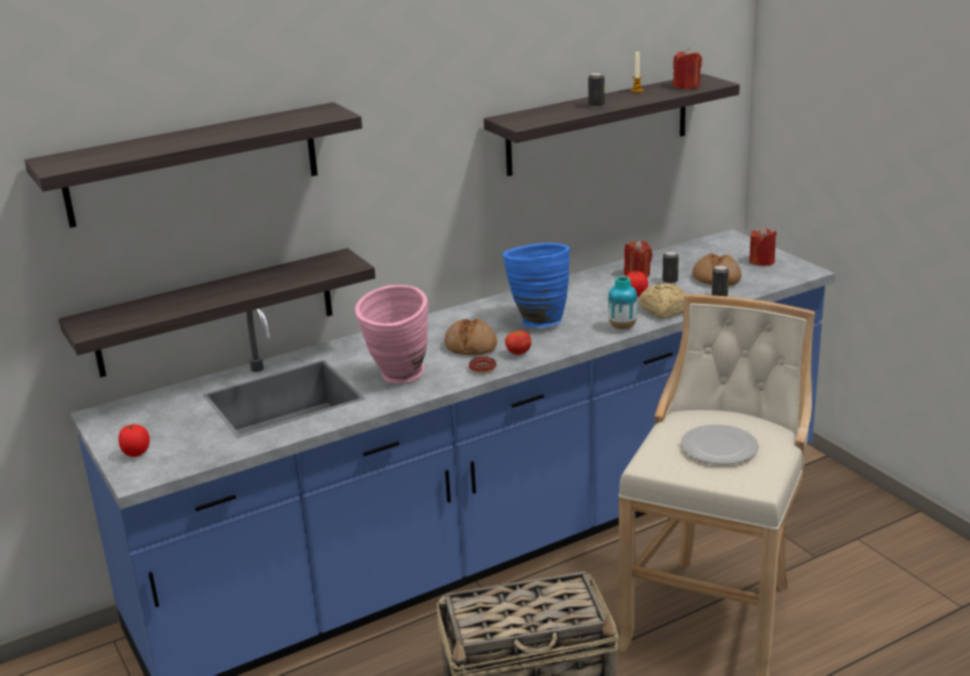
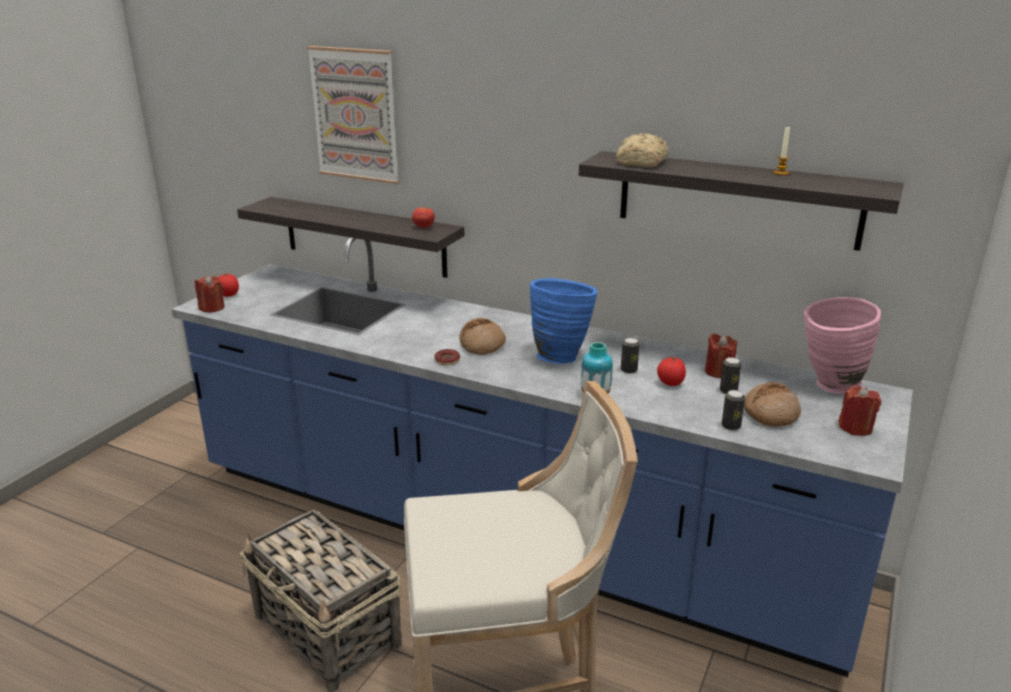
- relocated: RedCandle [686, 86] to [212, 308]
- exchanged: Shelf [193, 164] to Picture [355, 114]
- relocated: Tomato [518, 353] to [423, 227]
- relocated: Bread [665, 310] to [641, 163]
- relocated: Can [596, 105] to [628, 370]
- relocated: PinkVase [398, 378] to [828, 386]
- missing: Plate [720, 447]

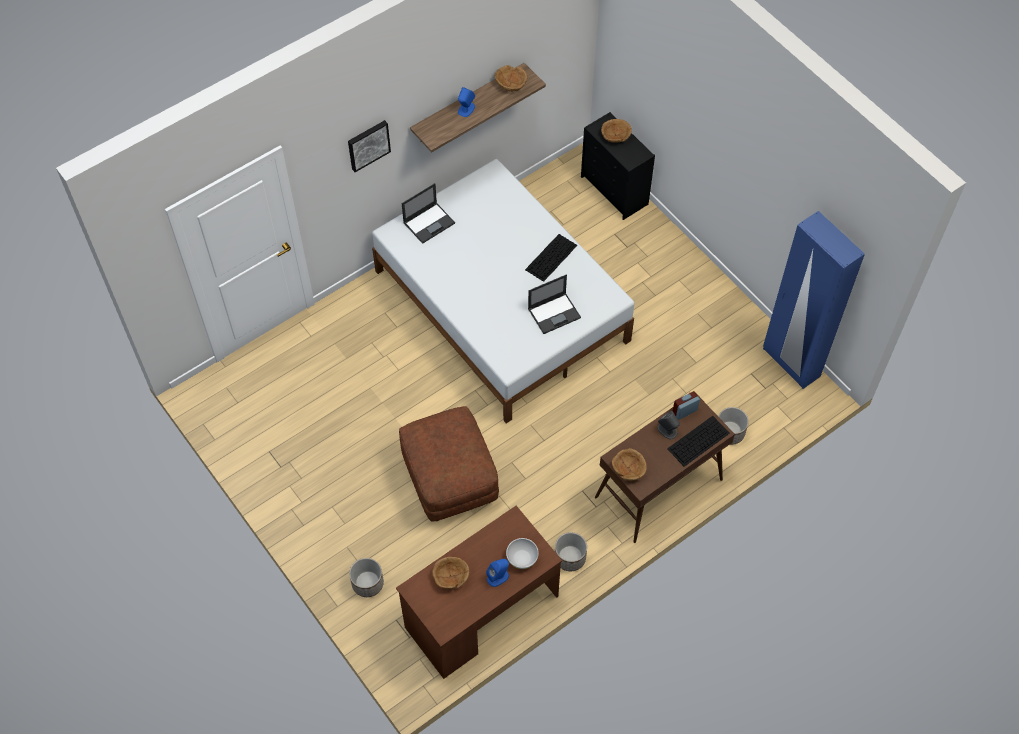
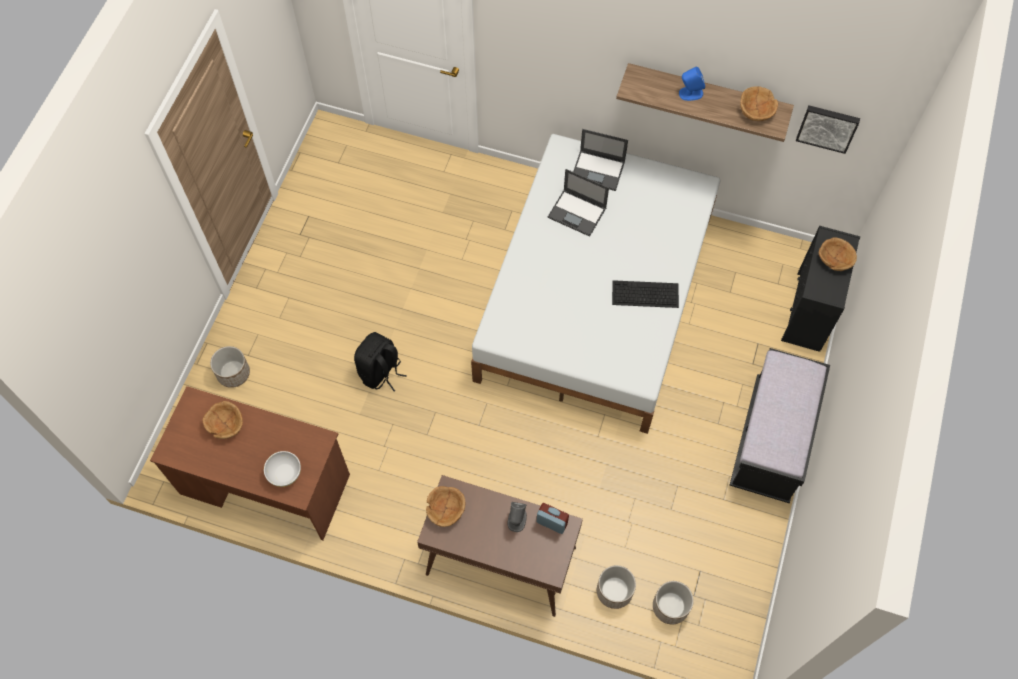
- exchanged: BrownOttoman [450, 479] to BlackBackpack [381, 372]
- relocated: Laptop [554, 313] to [577, 213]
- relocated: Planter [570, 558] to [670, 606]
- appeared: BlackBench [771, 440]
- relocated: Picture [368, 144] to [827, 127]
- missing: BlueSpeaker [498, 577]
- missing: Keyboard [698, 441]
- missing: BlueWardrobe [790, 363]

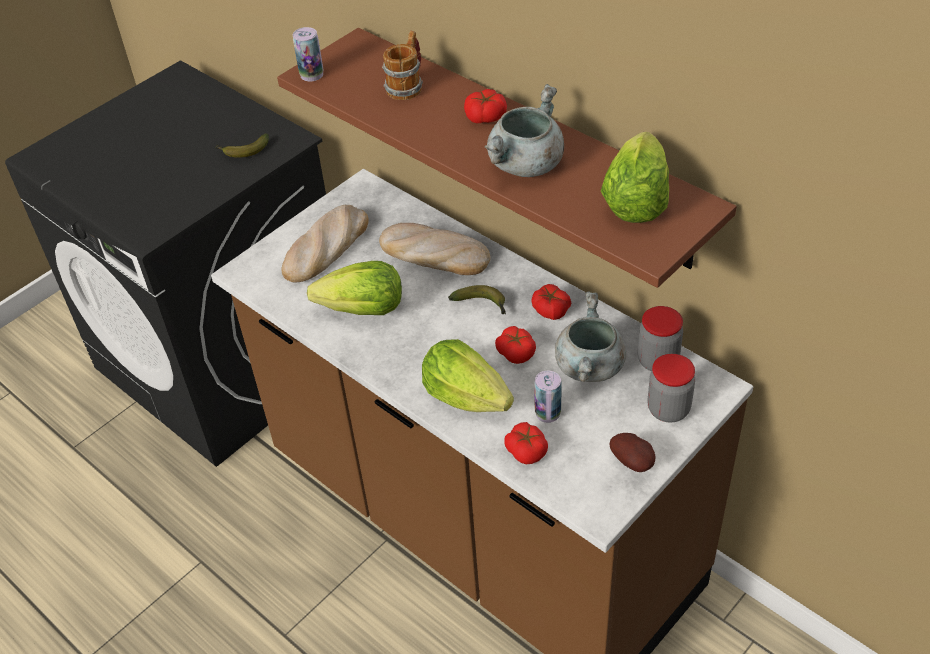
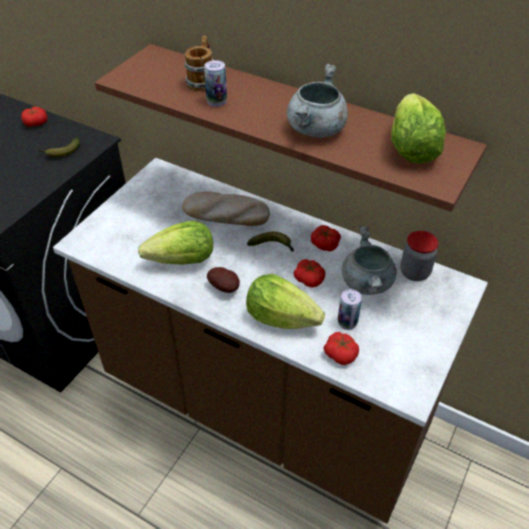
- relocated: Tomato [486, 117] to [36, 123]
- relocated: Can [311, 74] to [217, 101]
- relocated: Potato [633, 462] to [225, 287]
- missing: Bread [326, 248]
- missing: Jar [668, 409]

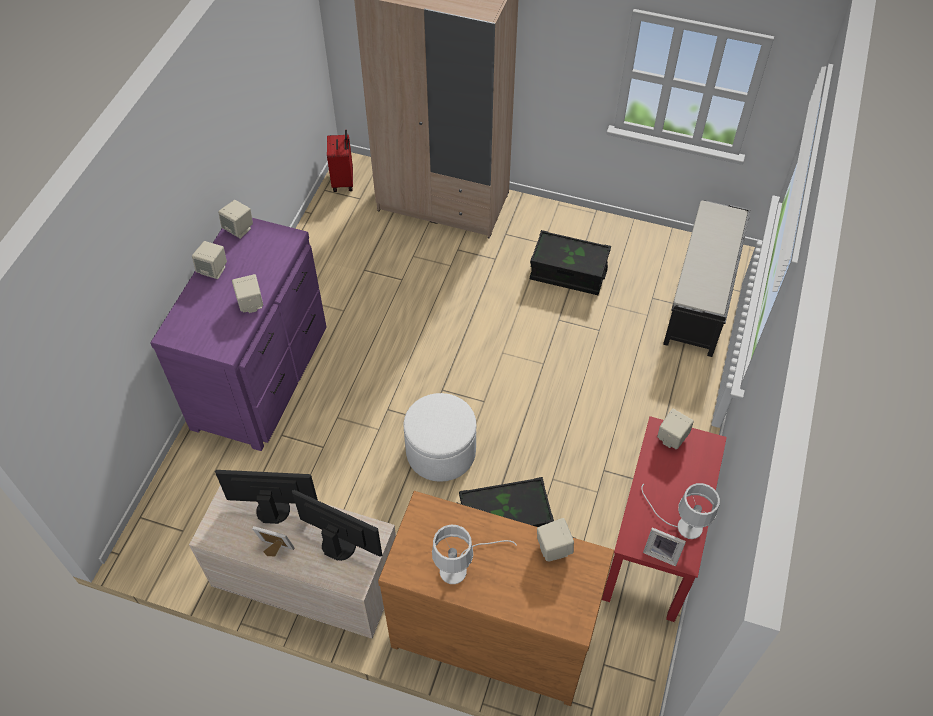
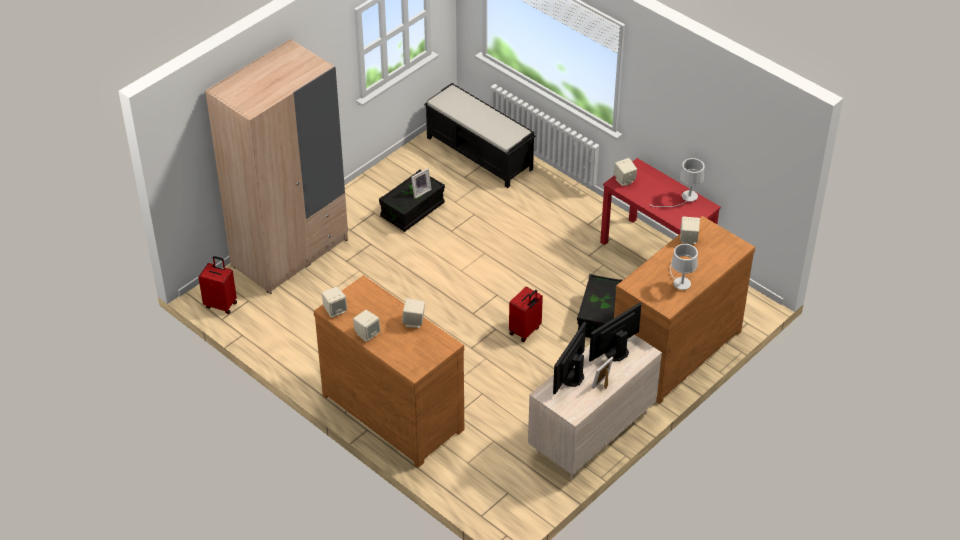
- colour: PurpleDresser [263, 376] to BrownDresser [394, 410]
- relocated: PictureFrame [661, 553] to [420, 191]
- exchanged: WhiteOttoman [441, 452] to RedSuitcase [525, 331]

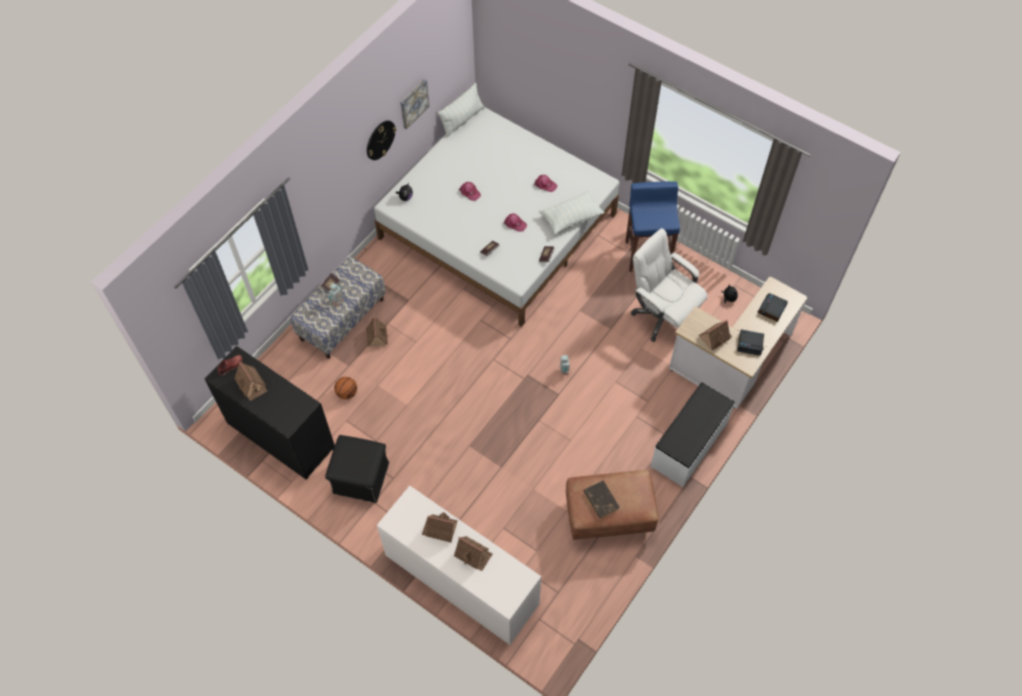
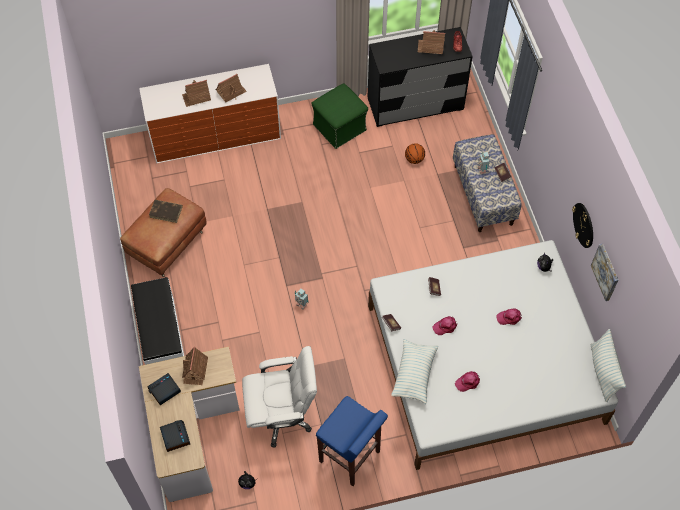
- colour: BlackOttoman [360, 478] to GreenOttoman [340, 127]
- missing: ToyHouse [377, 336]

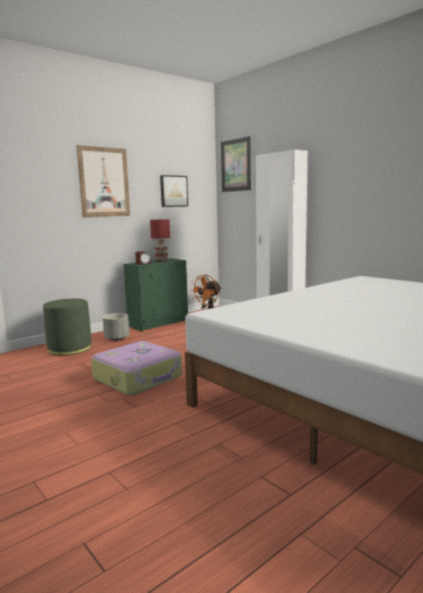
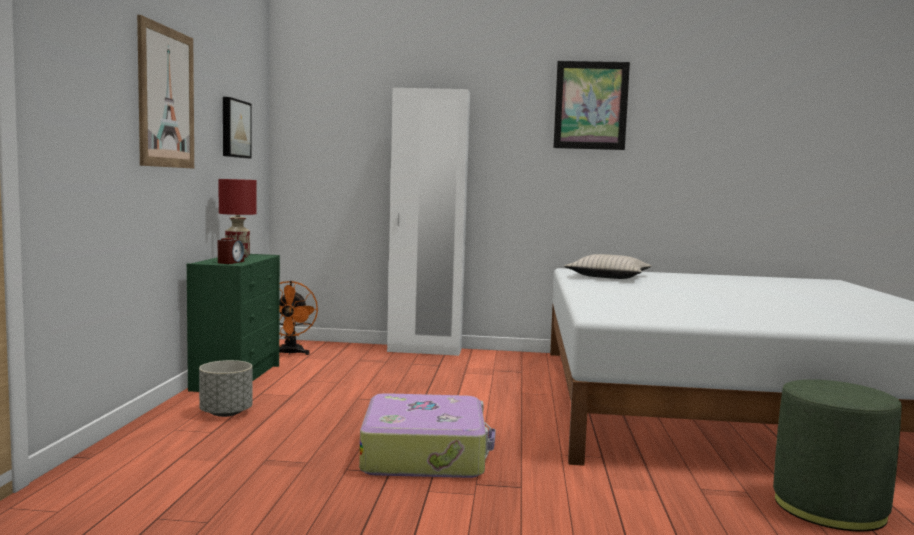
- relocated: Picture [236, 165] to [591, 105]
- appeared: BeigePillow [608, 277]
- relocated: GreenOttoman [70, 348] to [829, 507]

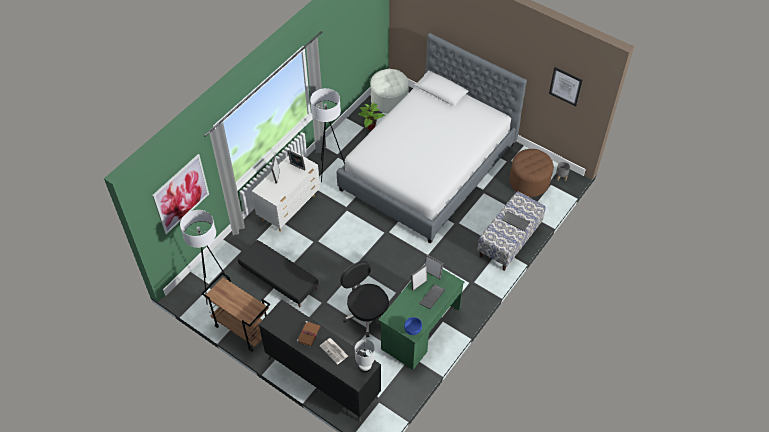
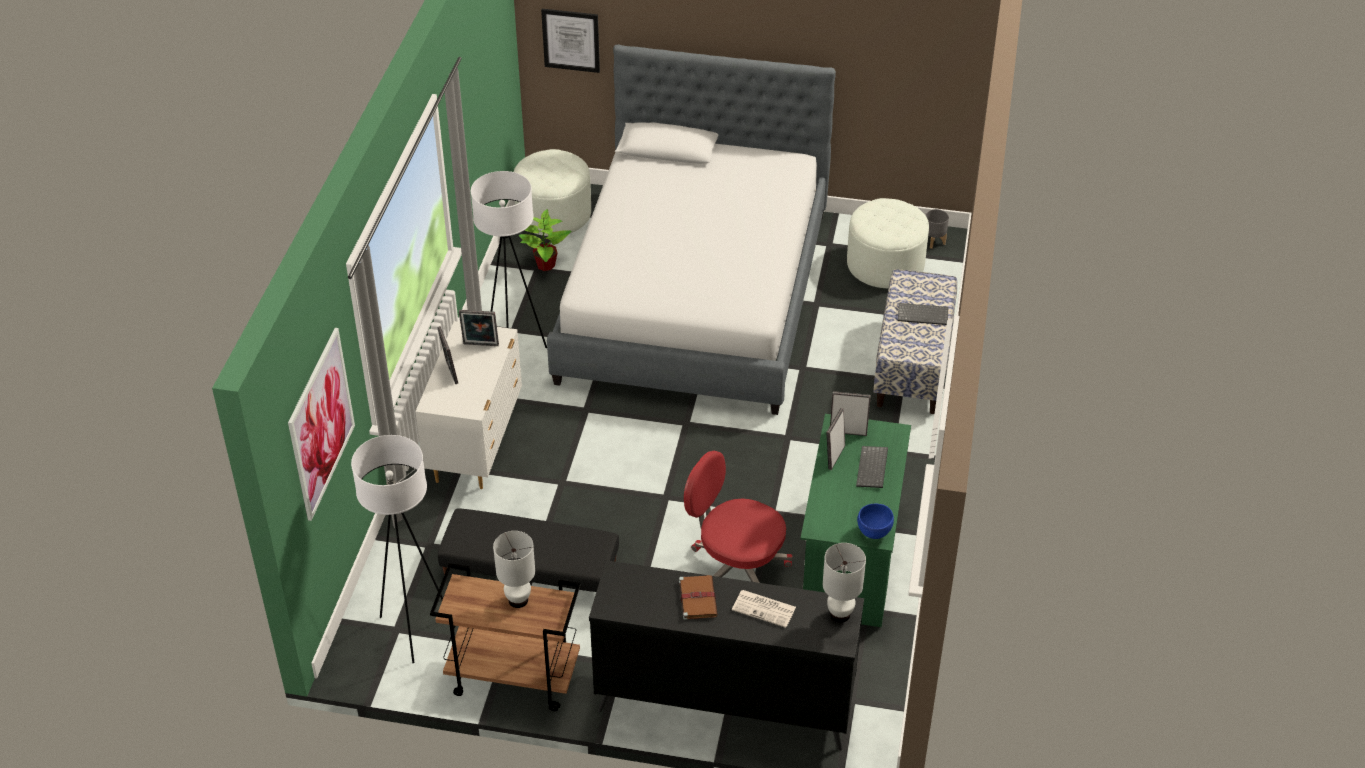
- appeared: WhiteTableLamp [518, 600]
- relocated: Picture [565, 86] to [571, 40]
- colour: BlackOfficeChair [366, 314] to RedOfficeChair [736, 567]
- colour: BrownOttoman [529, 181] to WhiteOttoman [885, 265]

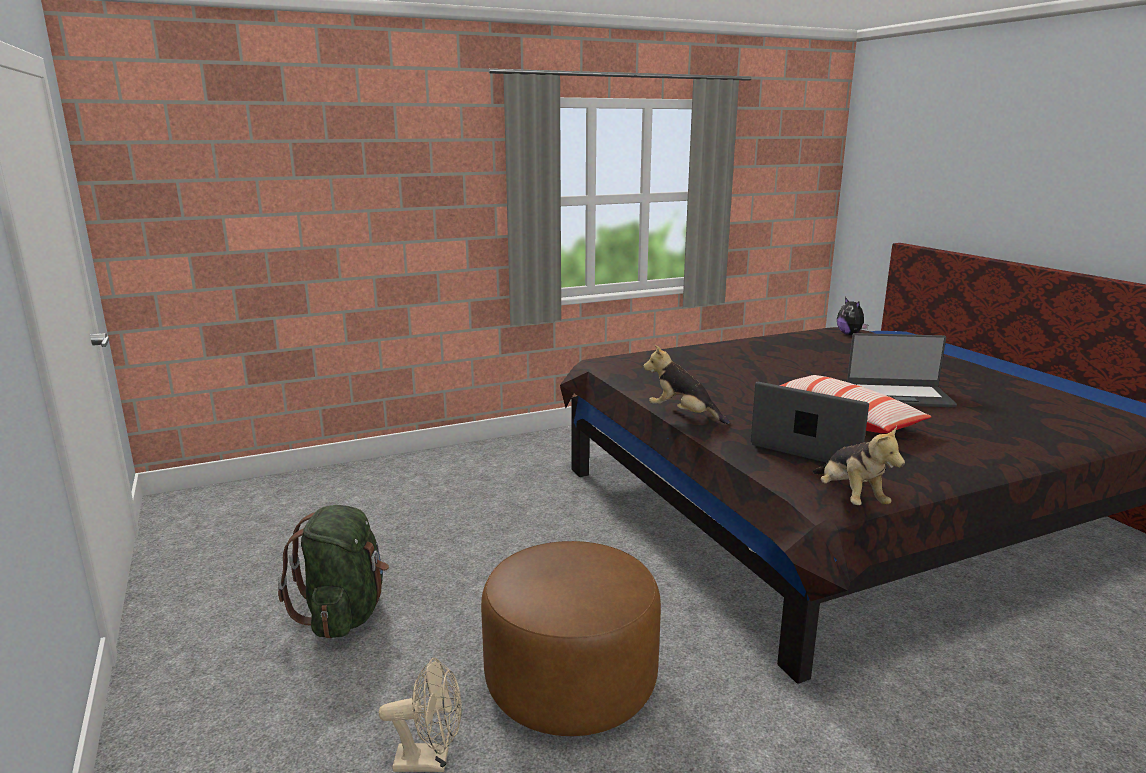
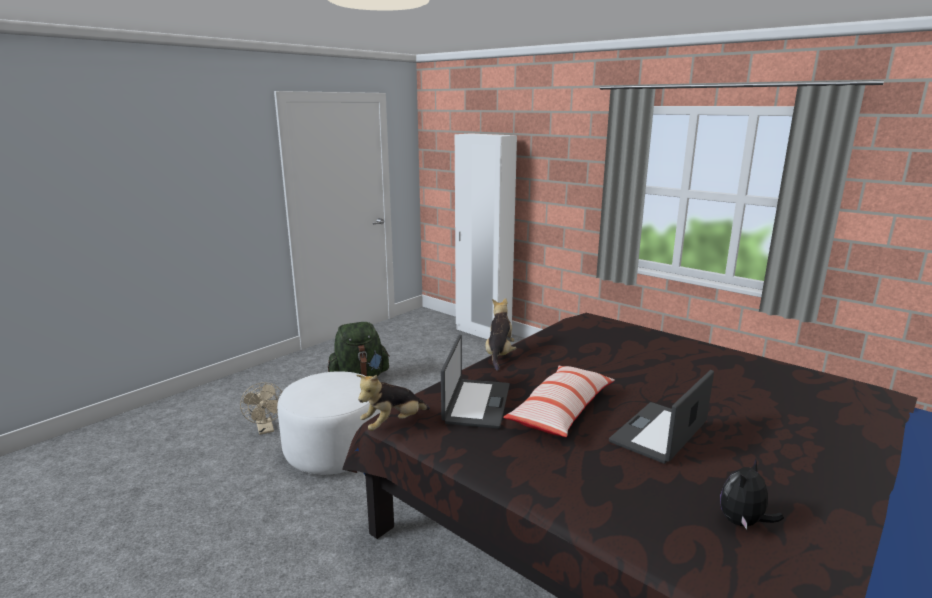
- colour: BrownOttoman [571, 683] to WhiteOttoman [334, 451]
- appeared: WhiteWardrobe [483, 333]
- spun: Laptop [898, 396] = [660, 433] 60 degrees clockwise
- relocated: PlushToy [850, 334] to [743, 522]

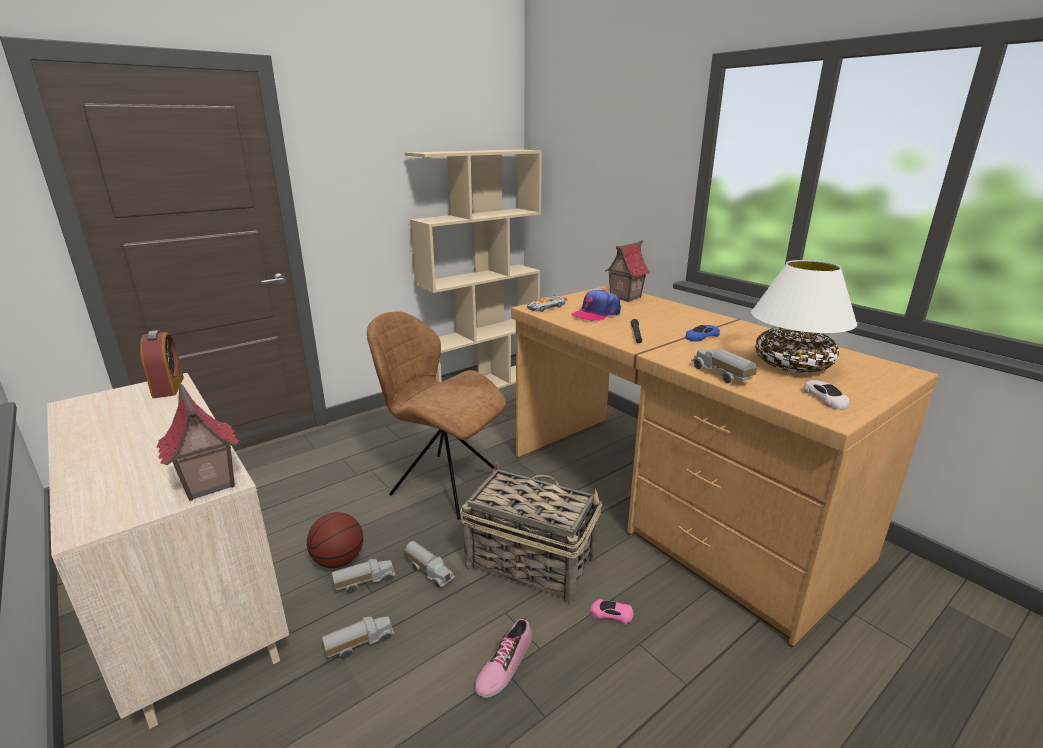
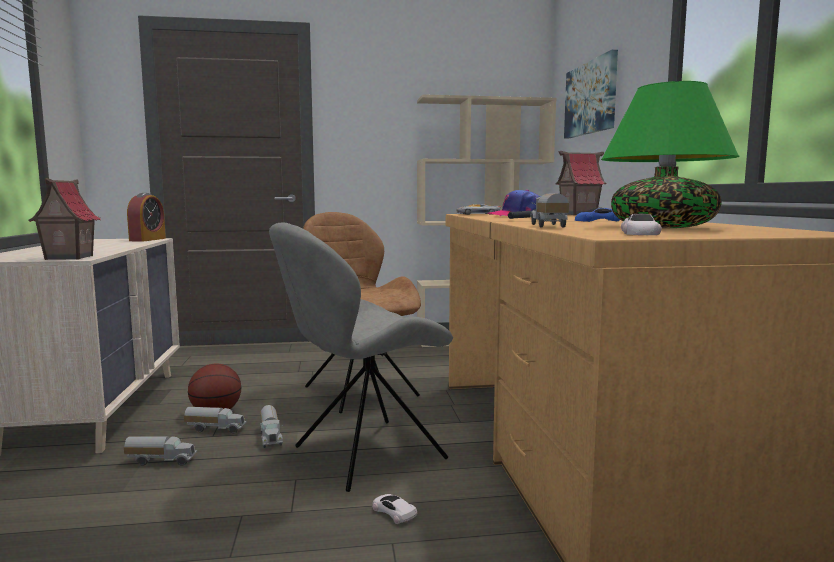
- exchanged: Basket [529, 562] to GreyChair [364, 454]
- colour: PinkToyCar [611, 614] to WhiteToyCar [393, 512]
- appeared: Picture [591, 98]
- colour: WhiteTableLamp [792, 365] to GreenTableLamp [662, 227]
- missing: Shoe [504, 664]

